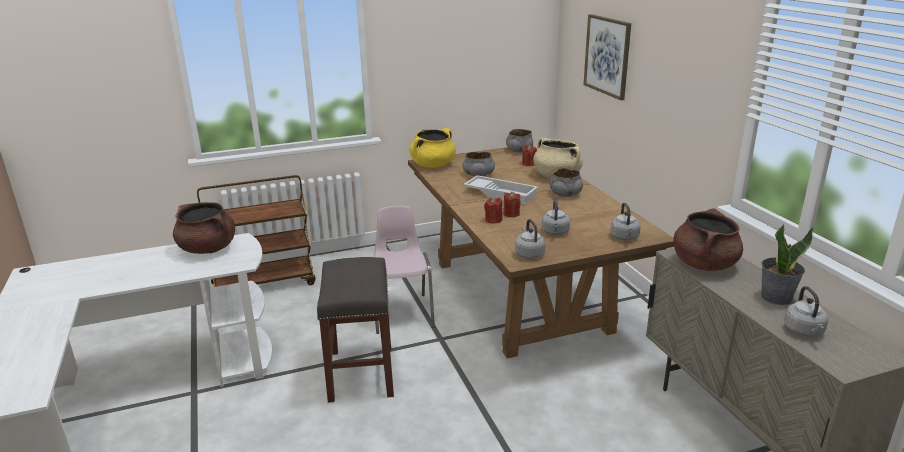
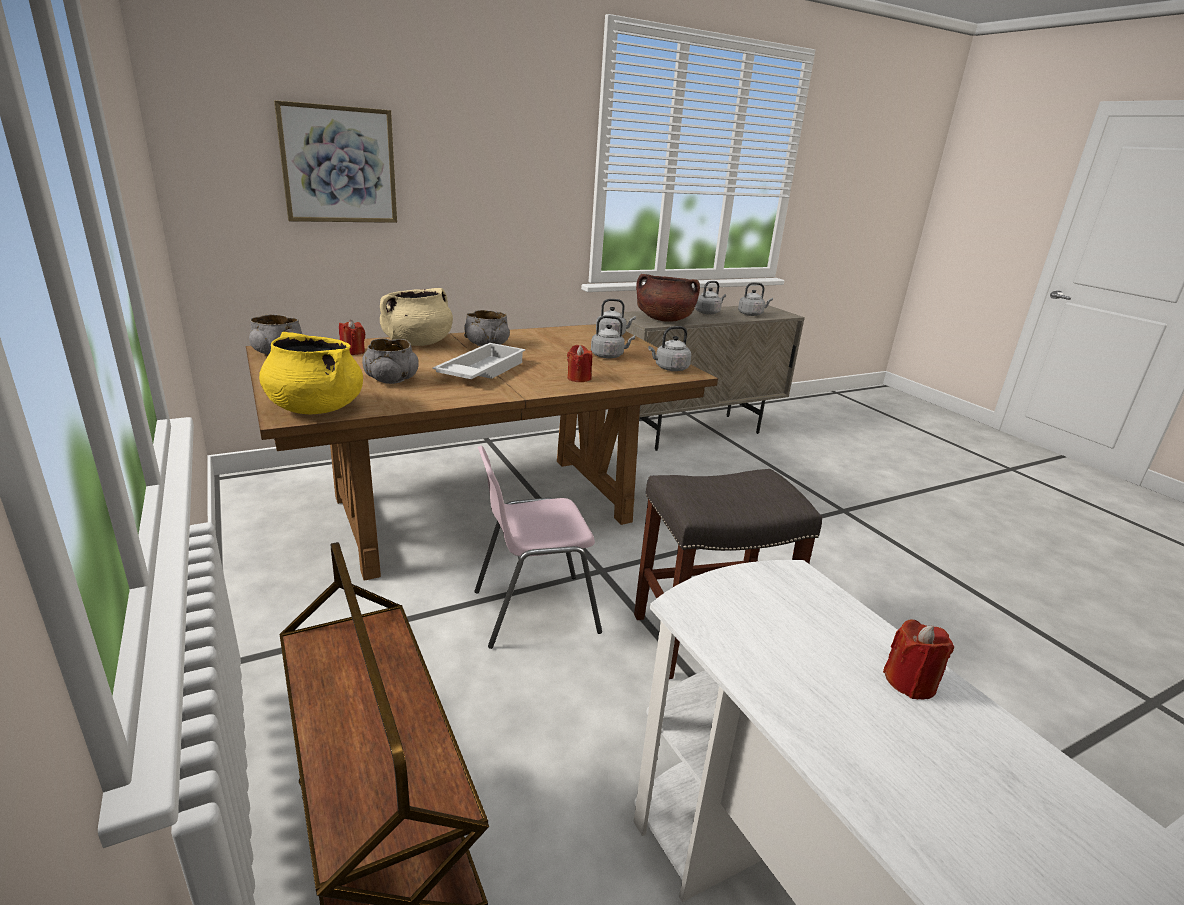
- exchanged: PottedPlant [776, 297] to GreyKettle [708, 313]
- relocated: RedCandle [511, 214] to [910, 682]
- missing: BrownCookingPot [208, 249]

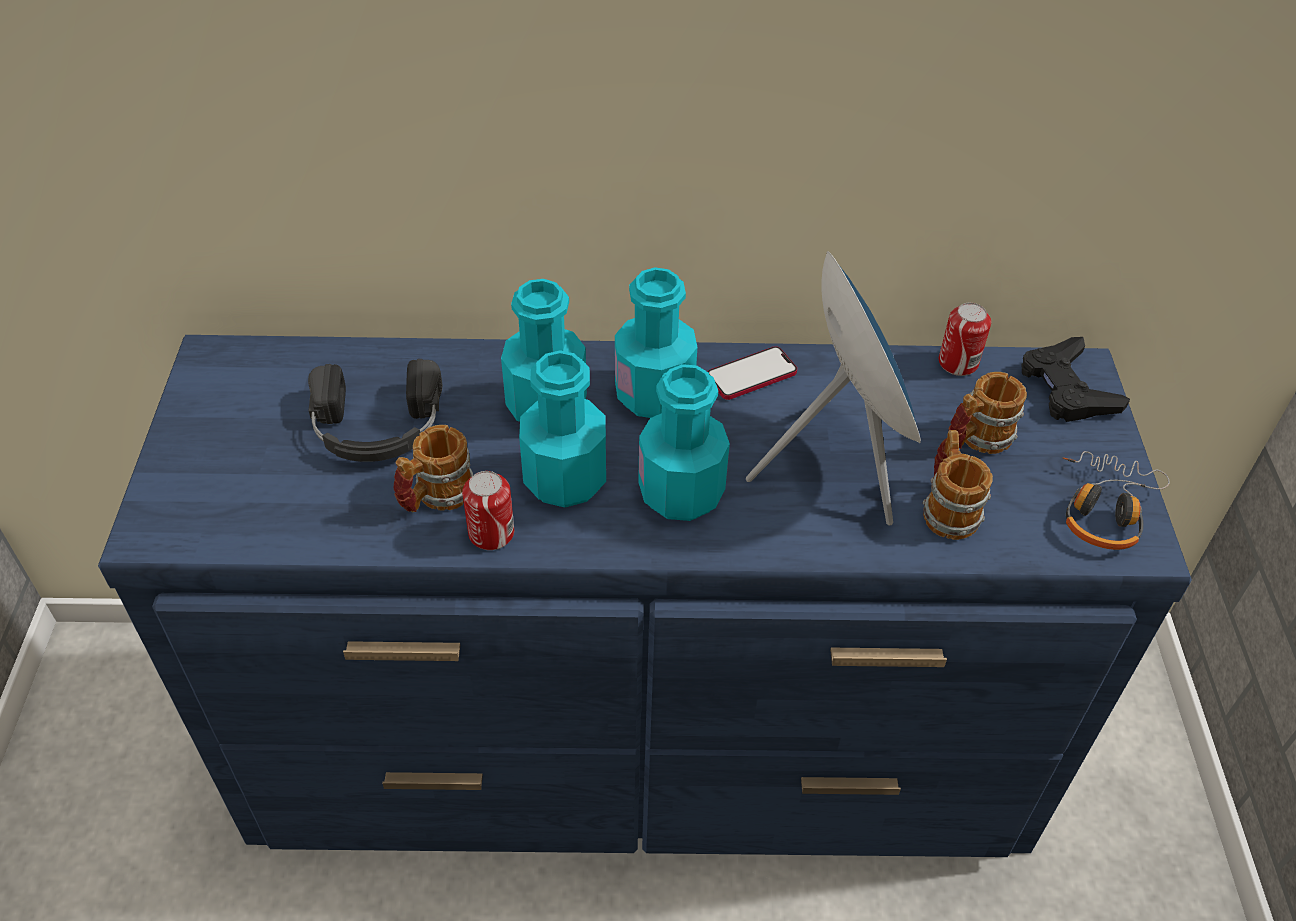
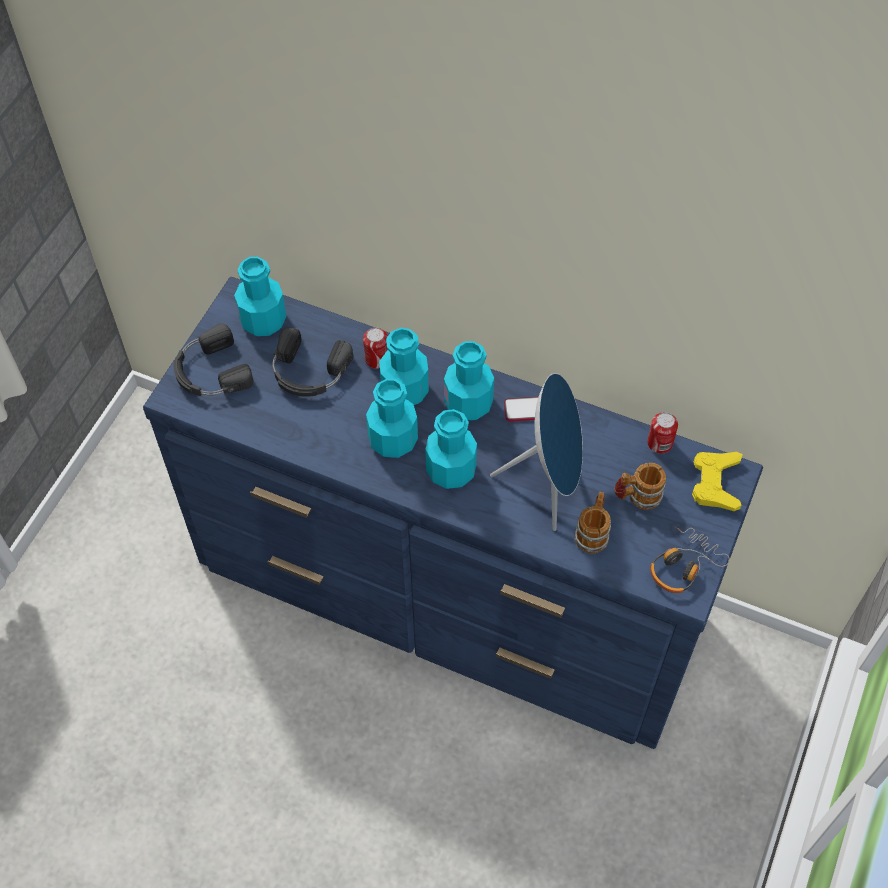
- appeared: BlackHeadphones [210, 372]
- appeared: TurquoiseBottle [263, 320]
- relocated: Can [491, 533] to [377, 359]
- colour: BlackGameController [1067, 388] to YellowGameController [715, 483]
- missing: Mug [436, 497]

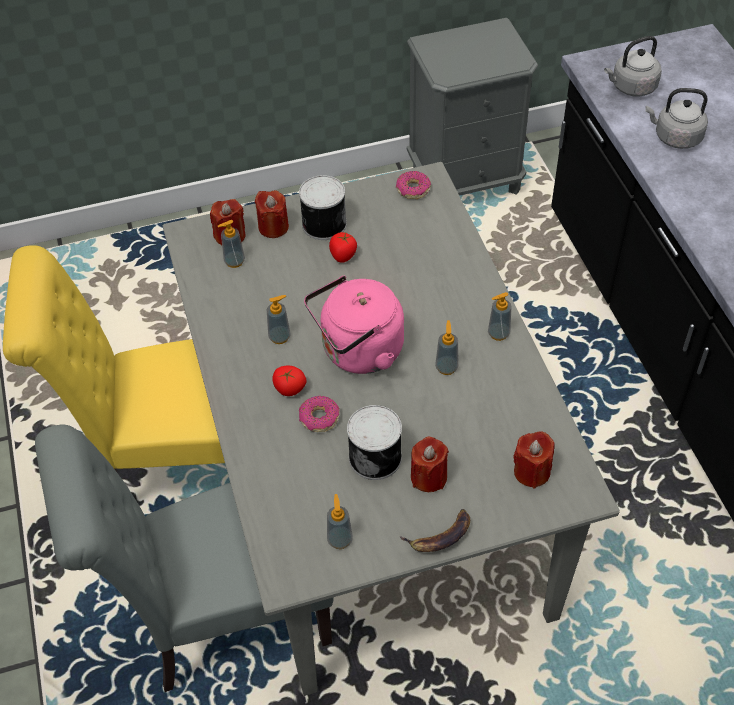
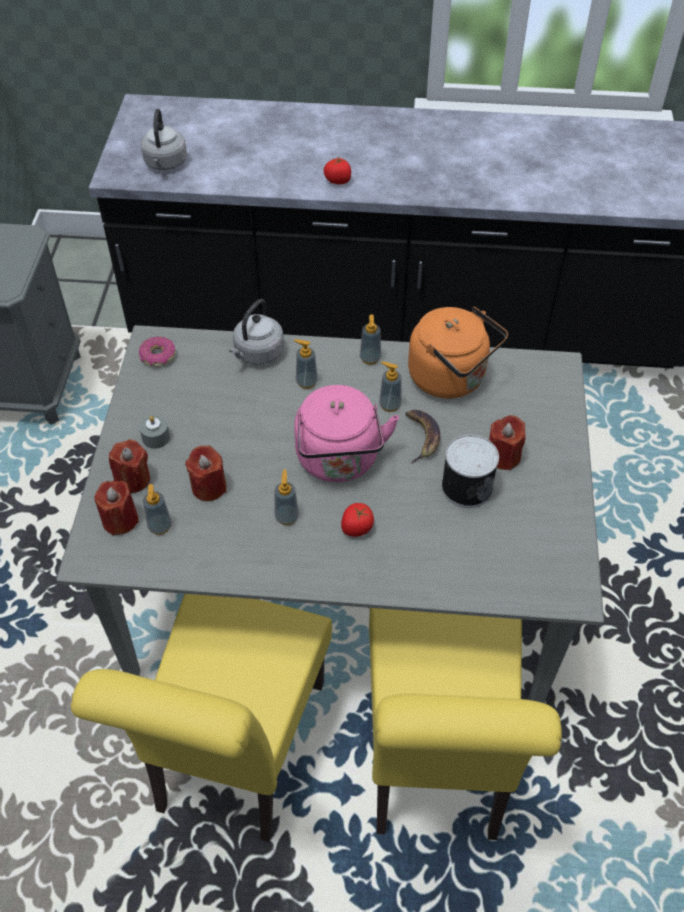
- exchanged: Can [323, 224] to GreyCandle [156, 437]
- relocated: RedCandle [532, 471] to [208, 487]
- relocated: GreyKettle [675, 137] to [257, 354]
- relocated: SoapDispenser [340, 539] to [306, 382]
- relocated: Tomato [343, 255] to [338, 180]
- colour: GreyChair [220, 620] to YellowChair [435, 764]
- relocated: Banana [440, 536] to [422, 437]
- appeared: OrangeKettle [451, 378]
- missing: Donut [319, 418]

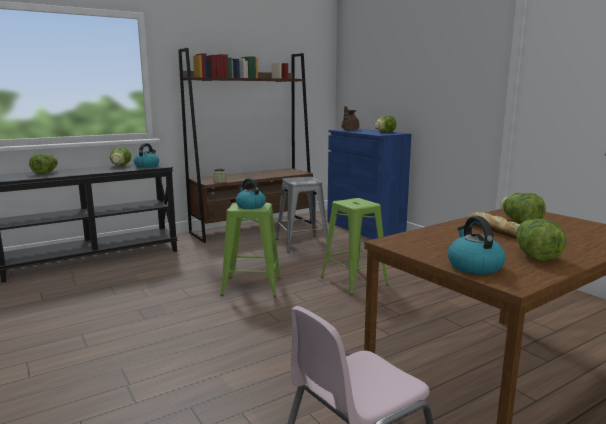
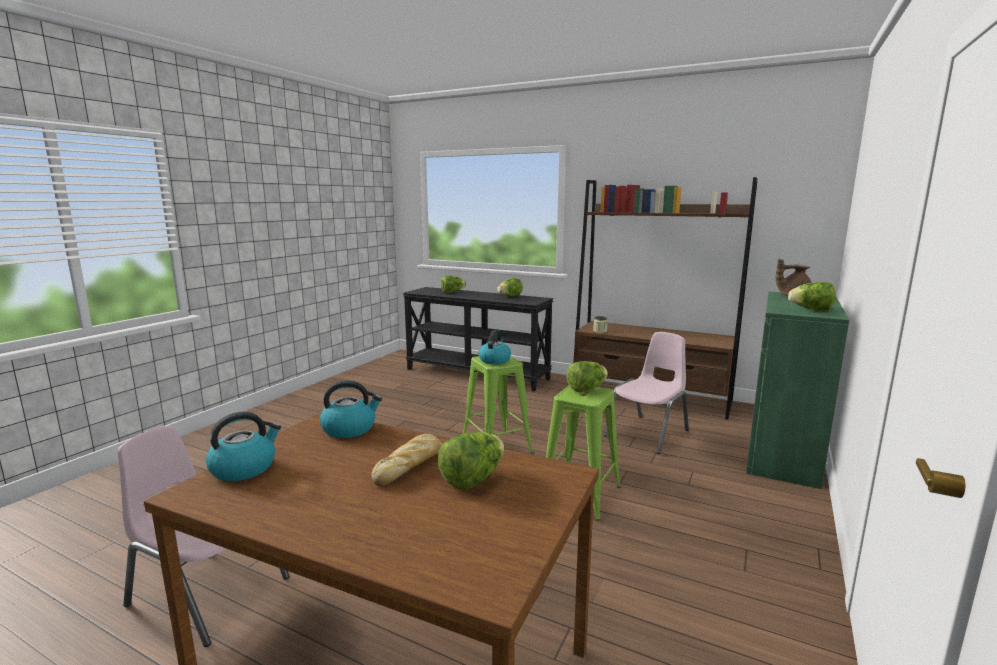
- relocated: Kettle [147, 166] to [350, 429]
- relocated: Lettuce [534, 256] to [586, 389]
- exchanged: GreyStool [301, 243] to PinkChair [648, 433]
- colour: BlueCabinet [365, 227] to GreenCabinet [782, 453]

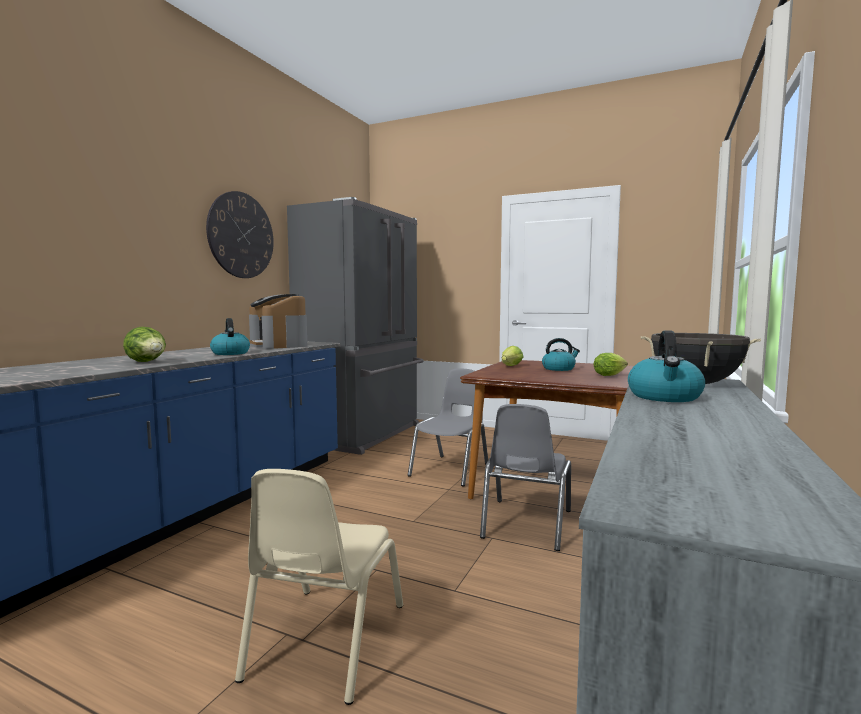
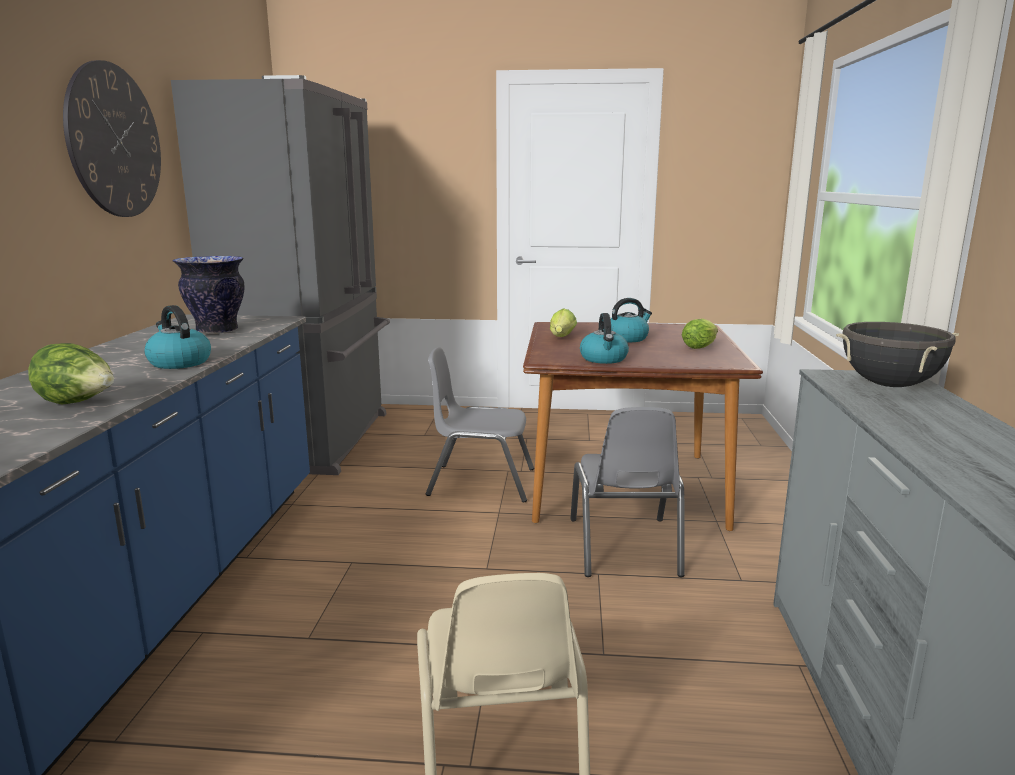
- exchanged: CoffeeMachine [279, 345] to Vase [218, 330]
- spun: GreyChair [451, 470] = [481, 482] 90 degrees counterclockwise
- relocated: Kettle [665, 397] to [604, 359]

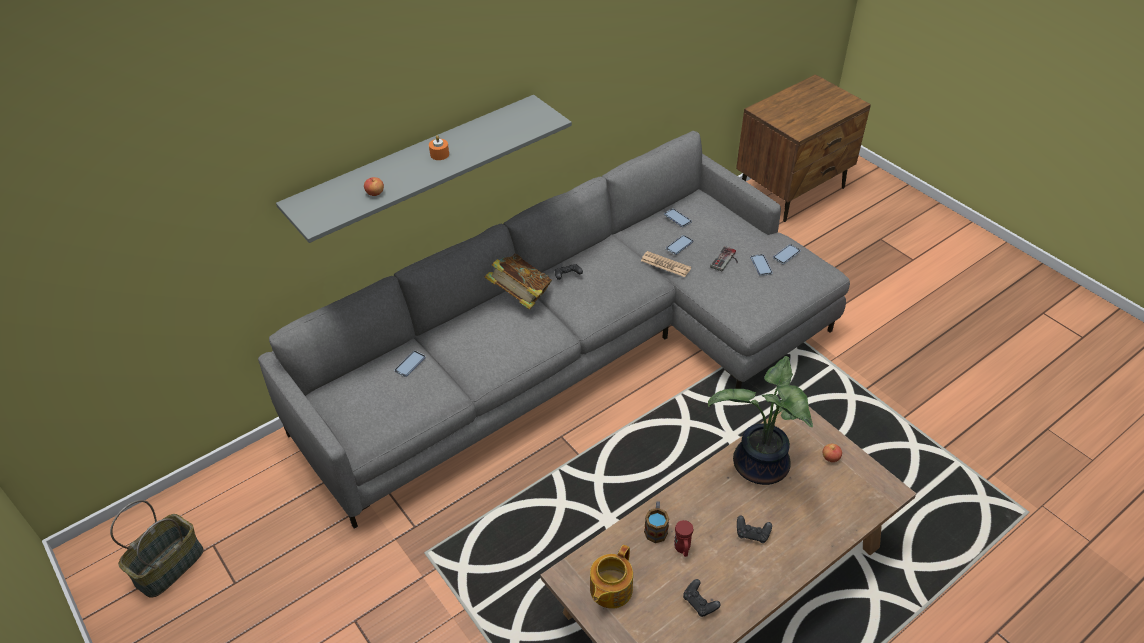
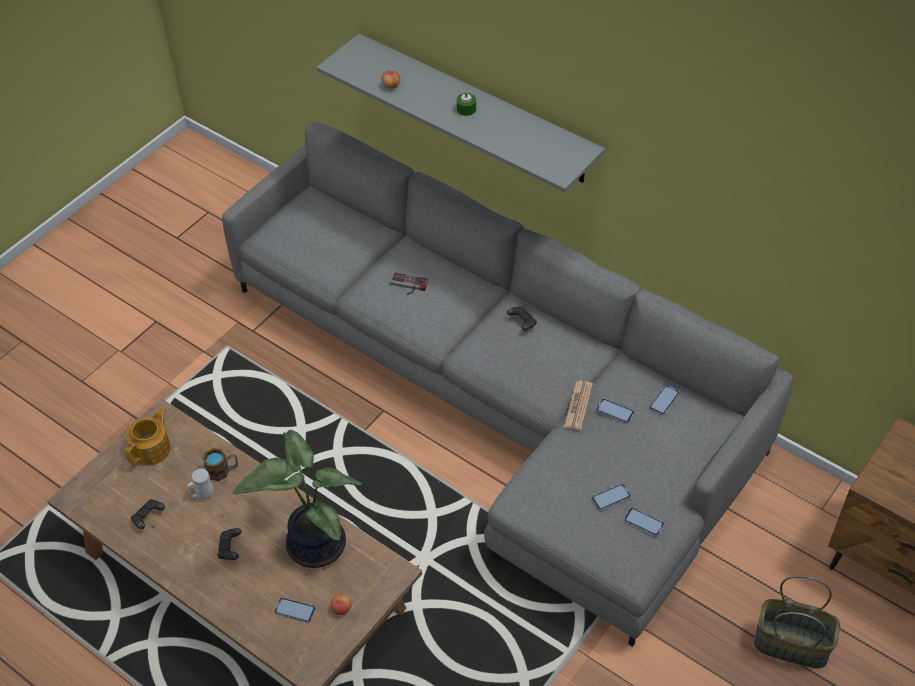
- spun: Teapot [610, 589] = [152, 449] 105 degrees clockwise
- colour: RedMug [682, 550] to WhiteMug [202, 495]
- relocated: Phone [410, 364] to [295, 610]
- relocated: GameController [726, 261] to [408, 285]
- colour: OrangeCandle [439, 154] to GreenCandle [466, 109]
- relocated: Basket [169, 565] to [792, 643]
- missing: Book [520, 296]

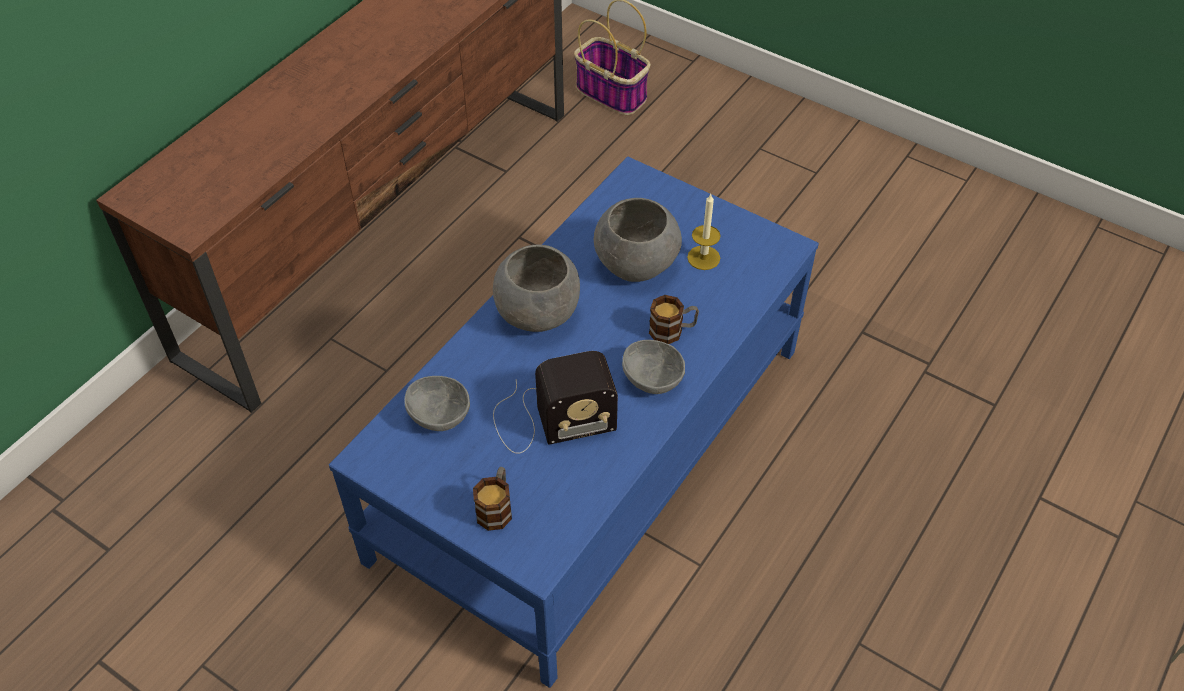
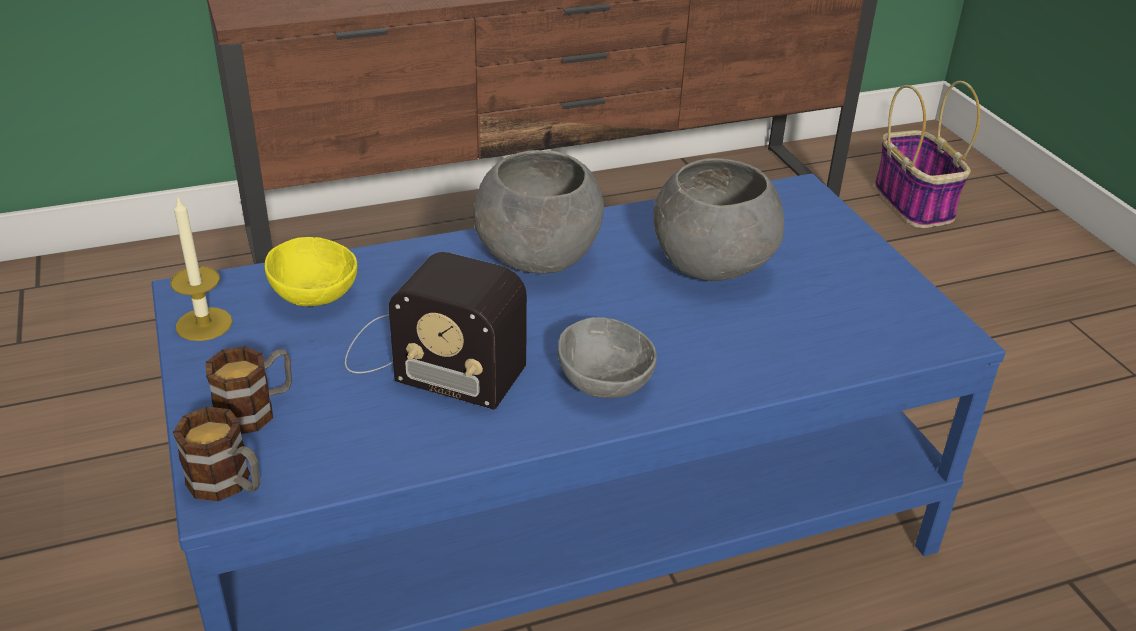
- relocated: Candle [703, 257] to [204, 324]
- relocated: Mug [672, 331] to [228, 484]
- colour: GreyBowl [439, 414] to YellowBowl [316, 293]

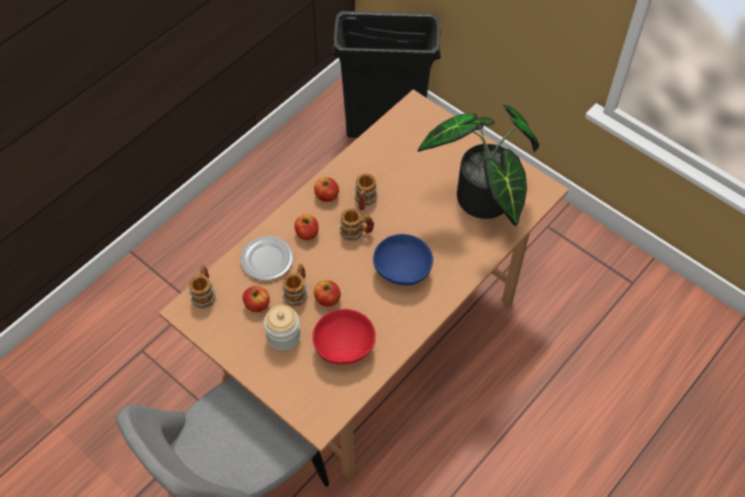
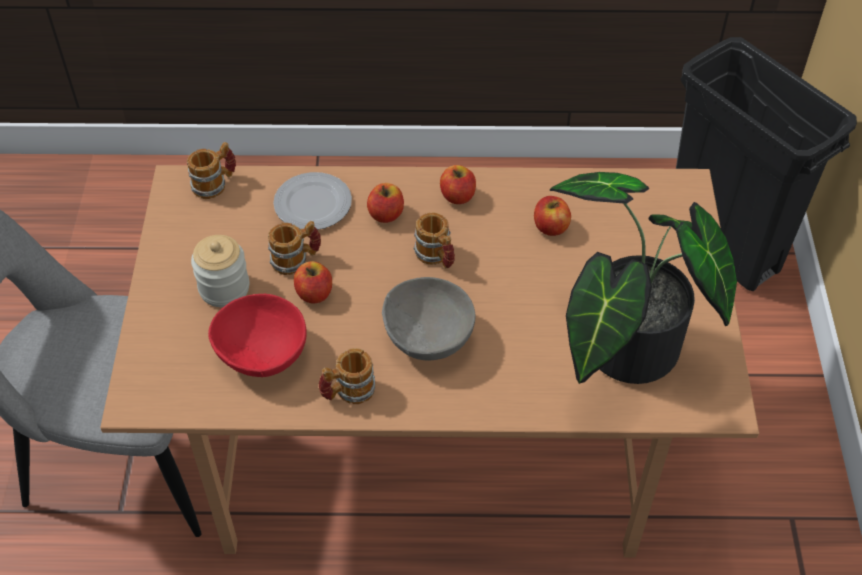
- relocated: Mug [364, 201] to [348, 392]
- colour: BlueBowl [403, 271] to GreyBowl [428, 338]
- relocated: Apple [257, 305] to [550, 227]

